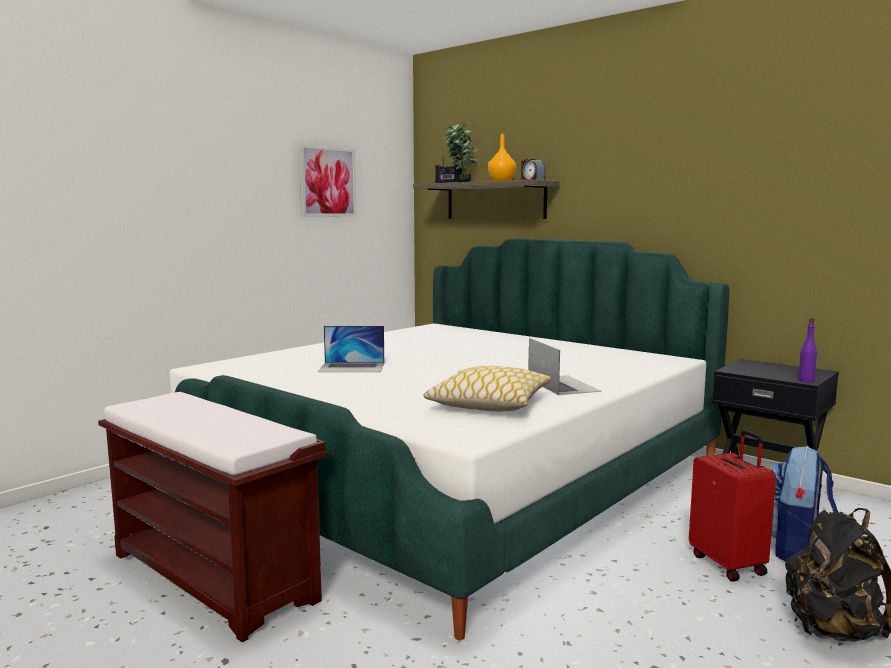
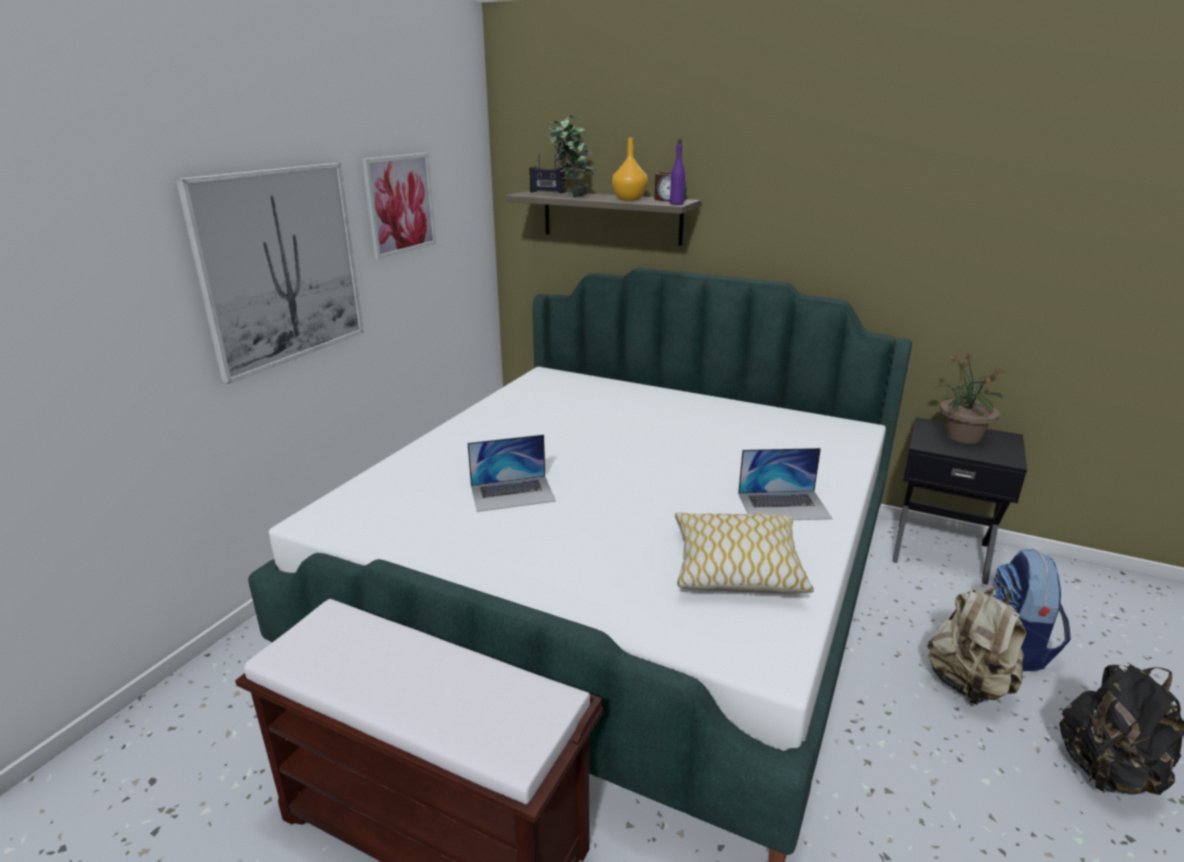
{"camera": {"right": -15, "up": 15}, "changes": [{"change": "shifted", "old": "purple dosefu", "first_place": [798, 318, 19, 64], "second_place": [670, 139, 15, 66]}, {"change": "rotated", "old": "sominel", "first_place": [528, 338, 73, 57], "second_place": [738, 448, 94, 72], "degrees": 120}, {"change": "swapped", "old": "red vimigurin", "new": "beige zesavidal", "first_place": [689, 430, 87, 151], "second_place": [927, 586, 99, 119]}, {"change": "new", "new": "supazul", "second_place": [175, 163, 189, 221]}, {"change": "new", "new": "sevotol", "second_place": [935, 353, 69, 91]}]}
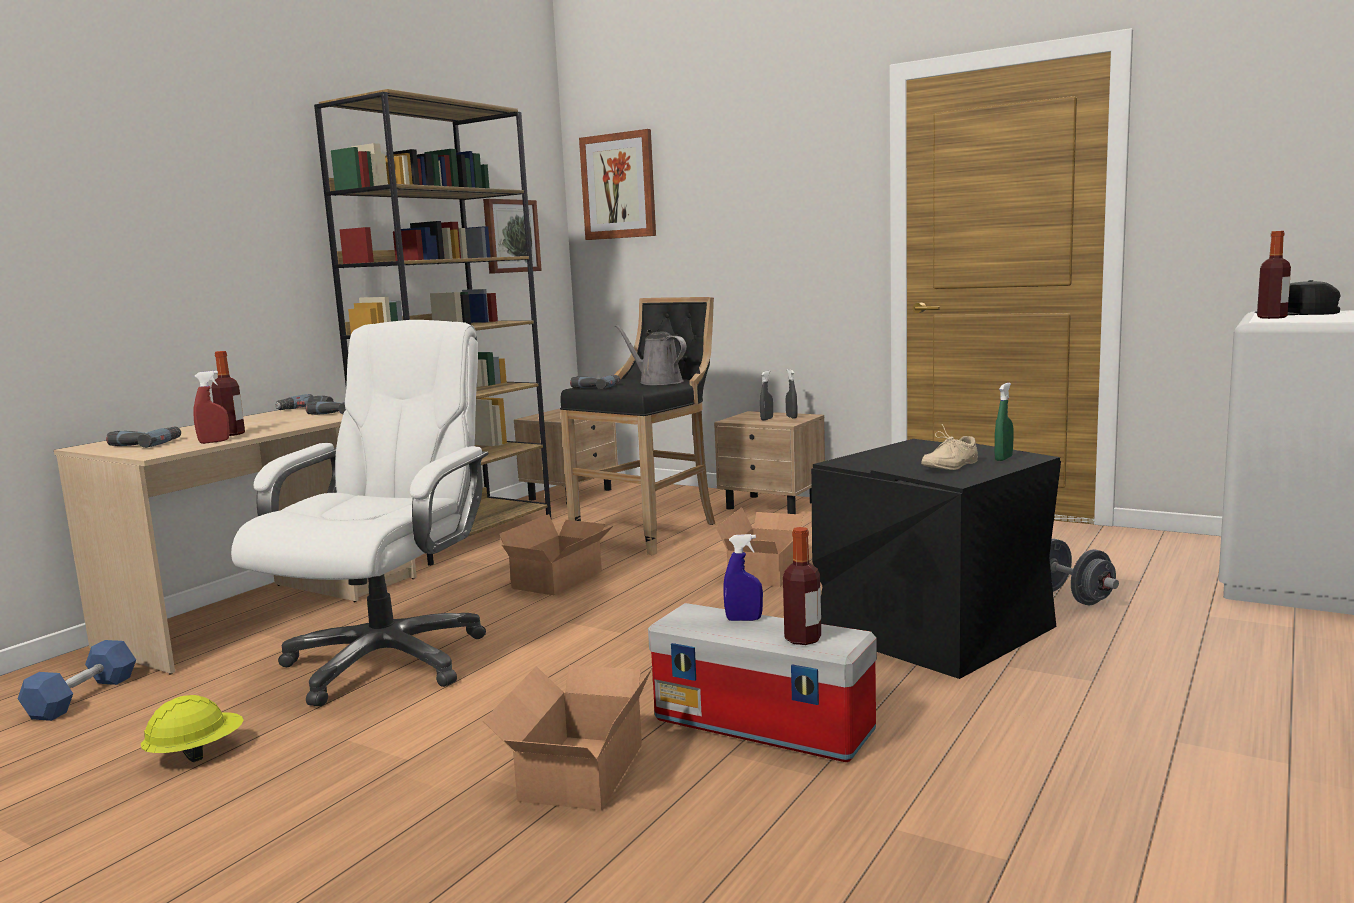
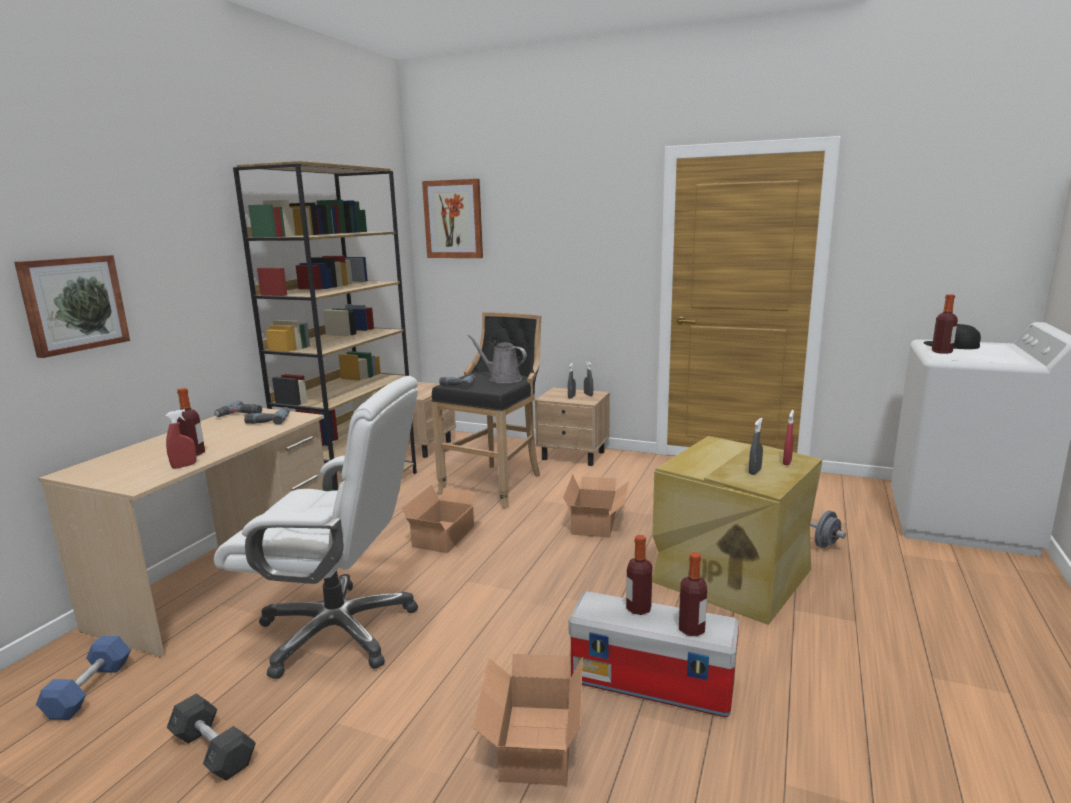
{"camera": {"right": -10, "up": 5}, "changes": [{"change": "shifted", "old": "supazul", "first_place": [483, 199, 59, 75], "second_place": [14, 255, 116, 103]}, {"change": "rotated", "old": "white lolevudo", "first_place": [231, 320, 257, 386], "second_place": [214, 376, 204, 303], "degrees": 90}, {"change": "repainted", "old": "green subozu", "new": "red subozu", "first_place": [995, 383, 19, 78], "second_place": [783, 410, 11, 55]}, {"change": "swapped", "old": "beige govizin", "new": "grey subozu", "first_place": [921, 424, 57, 46], "second_place": [749, 418, 14, 57]}, {"change": "gone", "old": "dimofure", "first_place": [106, 426, 75, 22]}, {"change": "repainted", "old": "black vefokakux", "new": "beige vefokakux", "first_place": [811, 439, 250, 240], "second_place": [652, 436, 170, 189]}, {"change": "swapped", "old": "blue subozu", "new": "dosefu", "first_place": [723, 534, 40, 87], "second_place": [626, 535, 26, 80]}, {"change": "swapped", "old": "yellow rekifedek", "new": "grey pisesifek", "first_place": [141, 695, 103, 67], "second_place": [167, 693, 89, 88]}]}
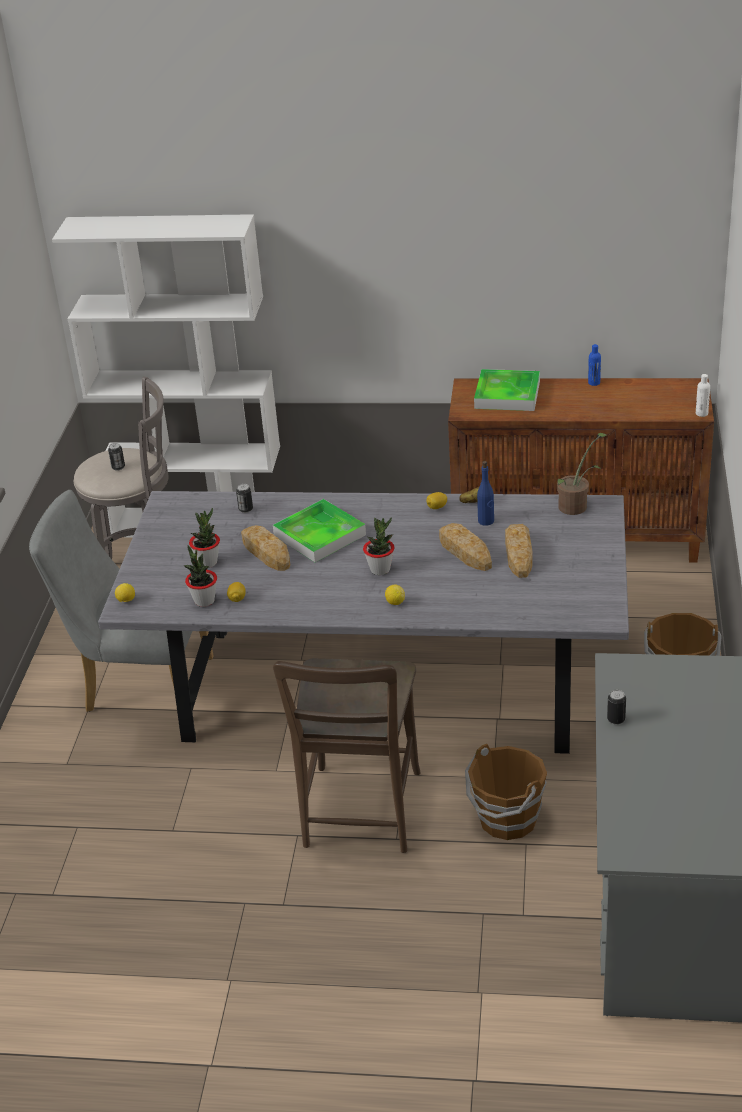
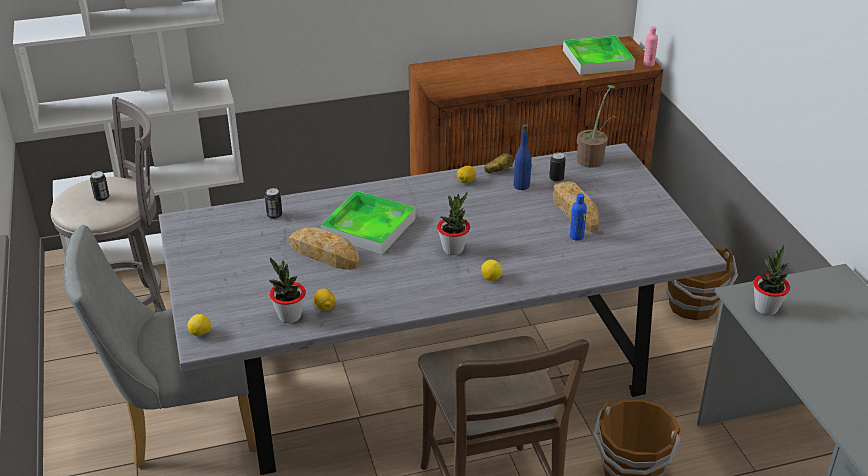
{"camera": {"right": -25, "up": 0}, "changes": [{"change": "shifted", "old": "blue dosefu", "first_place": [588, 344, 13, 42], "second_place": [570, 193, 17, 48]}, {"change": "shifted", "old": "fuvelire", "first_place": [474, 369, 66, 42], "second_place": [563, 36, 72, 39]}, {"change": "repainted", "old": "white dosefu", "new": "pink dosefu", "first_place": [696, 374, 14, 43], "second_place": [643, 26, 15, 41]}, {"change": "shifted", "old": "sevotol", "first_place": [189, 508, 31, 60], "second_place": [753, 245, 37, 70]}, {"change": "gone", "old": "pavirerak", "first_place": [439, 523, 53, 48]}, {"change": "shifted", "old": "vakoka", "first_place": [607, 690, 19, 34], "second_place": [549, 152, 17, 30]}]}
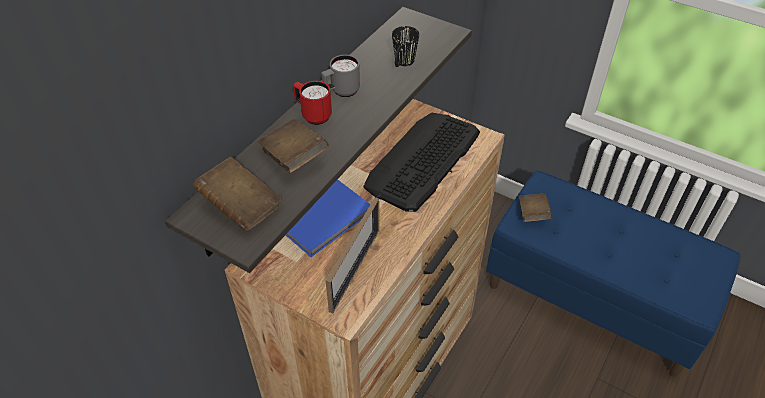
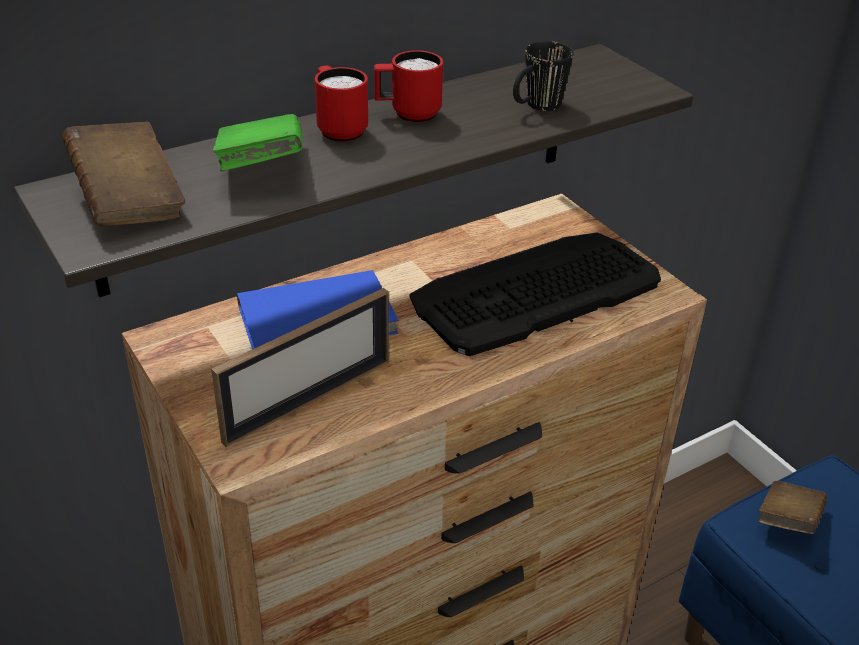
{"camera": {"right": 25, "up": -10}, "changes": [{"change": "repainted", "old": "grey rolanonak", "new": "red rolanonak", "first_place": [321, 55, 39, 42], "second_place": [374, 50, 69, 73]}, {"change": "repainted", "old": "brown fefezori", "new": "green fefezori", "first_place": [258, 119, 71, 54], "second_place": [213, 114, 90, 58]}]}
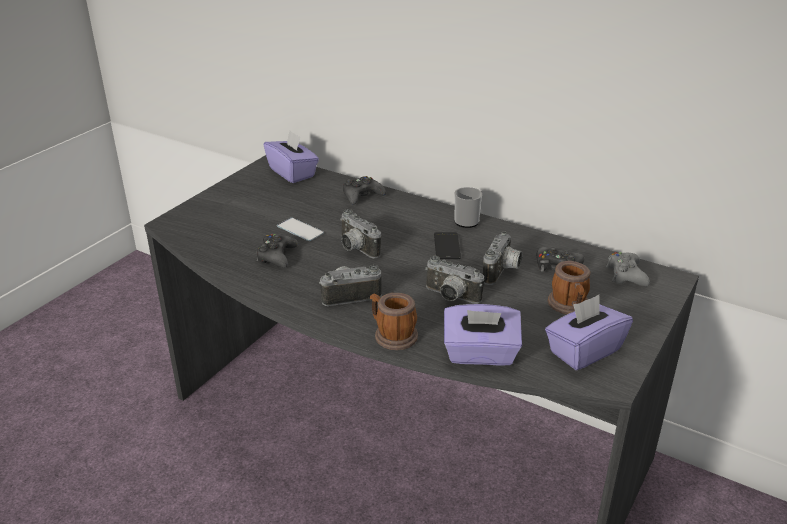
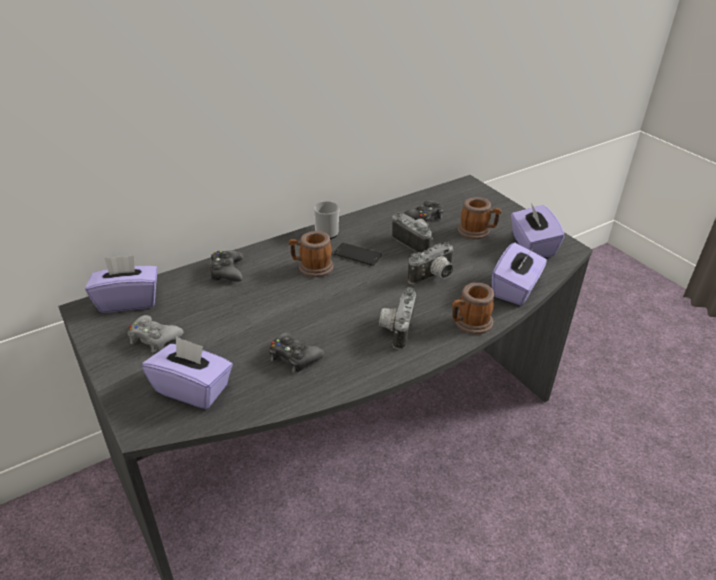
{"camera": {"right": -65, "up": 5}, "changes": [{"change": "gone", "old": "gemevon", "first_place": [340, 209, 41, 50]}, {"change": "gone", "old": "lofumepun", "first_place": [277, 218, 47, 23]}, {"change": "shifted", "old": "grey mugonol", "first_place": [606, 252, 44, 34], "second_place": [128, 315, 56, 38]}, {"change": "new", "new": "rolanonak", "second_place": [289, 231, 45, 46]}, {"change": "new", "new": "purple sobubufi", "second_place": [142, 336, 91, 73]}]}
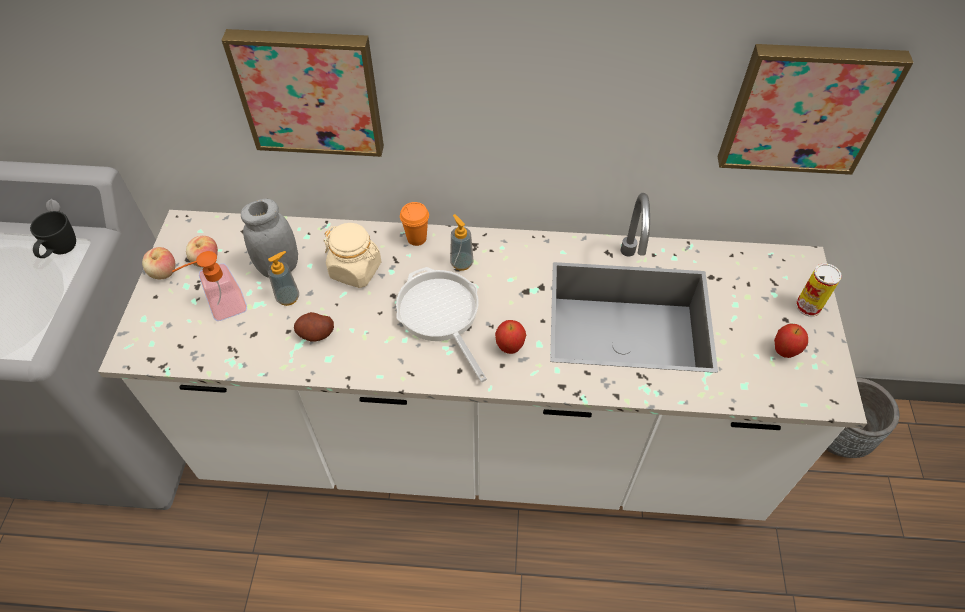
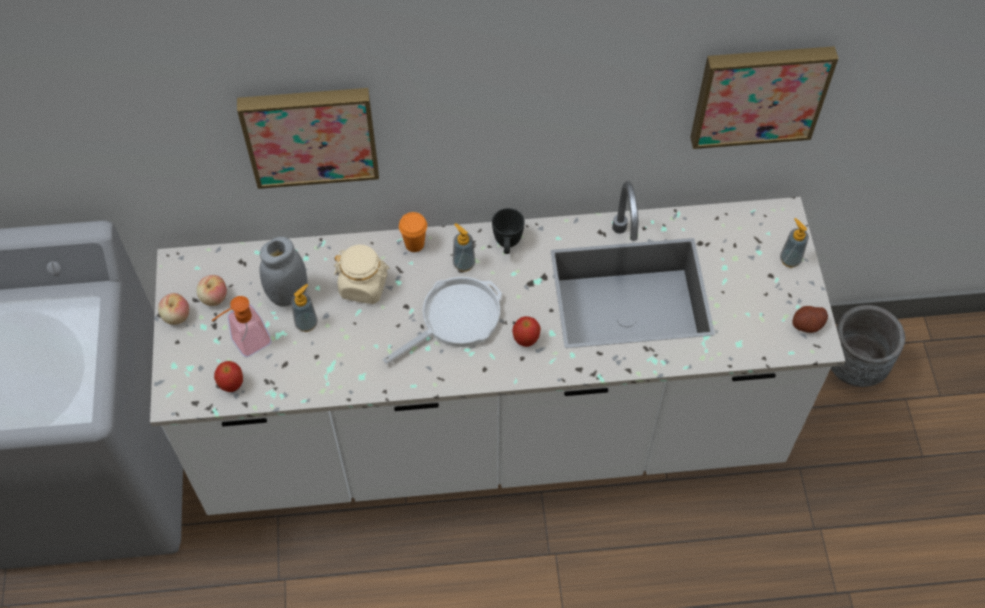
{"camera": {"right": -10, "up": 5}, "changes": [{"change": "shifted", "old": "black rolanonak", "first_place": [30, 211, 46, 47], "second_place": [492, 208, 33, 46]}, {"change": "swapped", "old": "vakoka", "new": "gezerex", "first_place": [796, 264, 46, 53], "second_place": [780, 218, 29, 49]}, {"change": "rotated", "old": "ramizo", "first_place": [396, 267, 91, 115], "second_place": [383, 277, 119, 87], "degrees": 90}, {"change": "shifted", "old": "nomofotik", "first_place": [294, 312, 40, 30], "second_place": [792, 306, 36, 27]}, {"change": "shifted", "old": "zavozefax", "first_place": [774, 323, 34, 35], "second_place": [214, 361, 29, 31]}]}
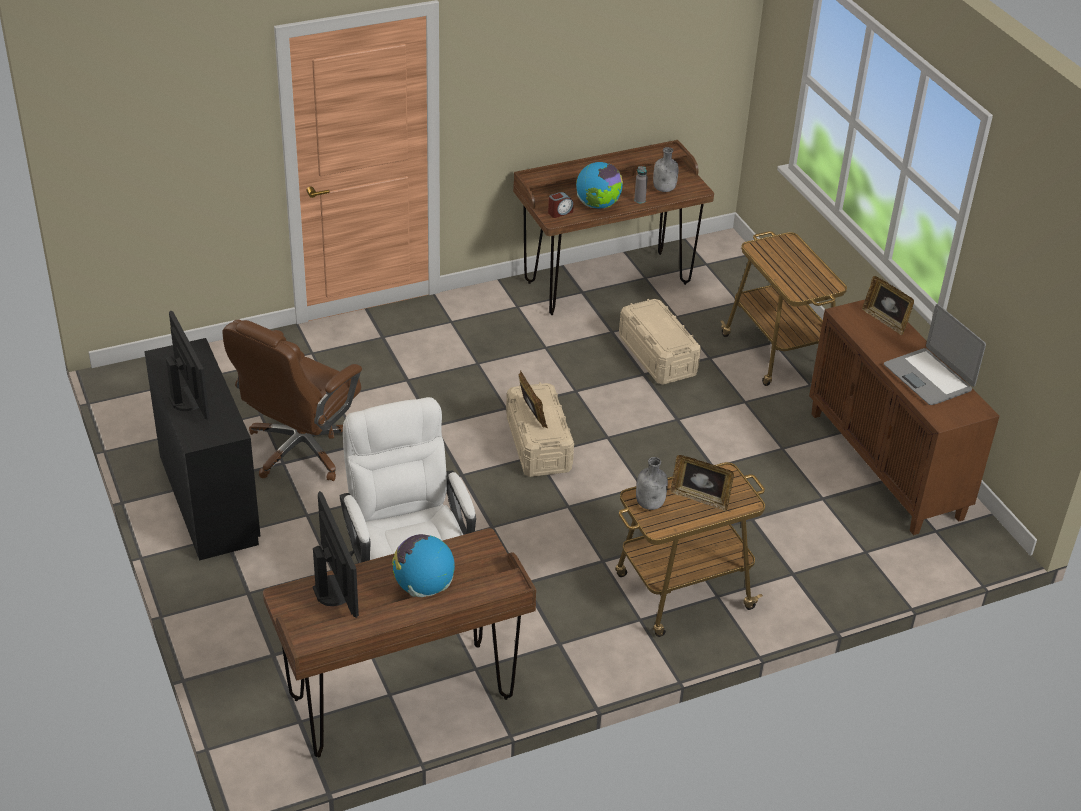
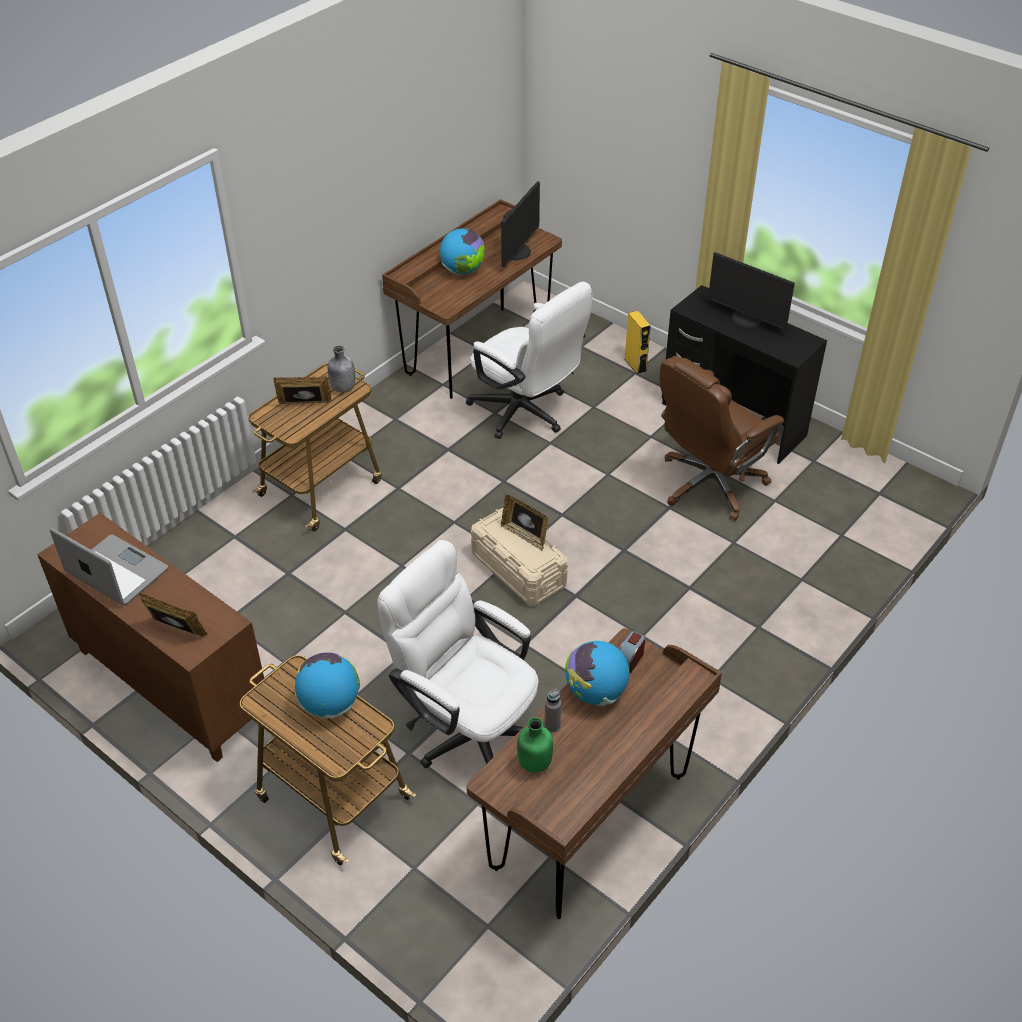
{"camera": {"right": 155, "up": 5}, "changes": [{"change": "repainted", "old": "grey dosefu", "new": "green dosefu", "first_place": [653, 147, 26, 45], "second_place": [517, 717, 36, 56]}, {"change": "swapped", "old": "beige vefokakux", "new": "white lolevudo", "first_place": [619, 299, 82, 86], "second_place": [377, 540, 162, 228]}, {"change": "rotated", "old": "brown lolevudo", "first_place": [223, 319, 139, 162], "second_place": [660, 356, 124, 165], "degrees": -135}, {"change": "rotated", "old": "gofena", "first_place": [313, 491, 46, 127], "second_place": [501, 181, 39, 86], "degrees": -105}, {"change": "new", "new": "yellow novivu", "second_place": [625, 310, 26, 65]}, {"change": "new", "new": "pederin", "second_place": [295, 652, 65, 66]}]}
